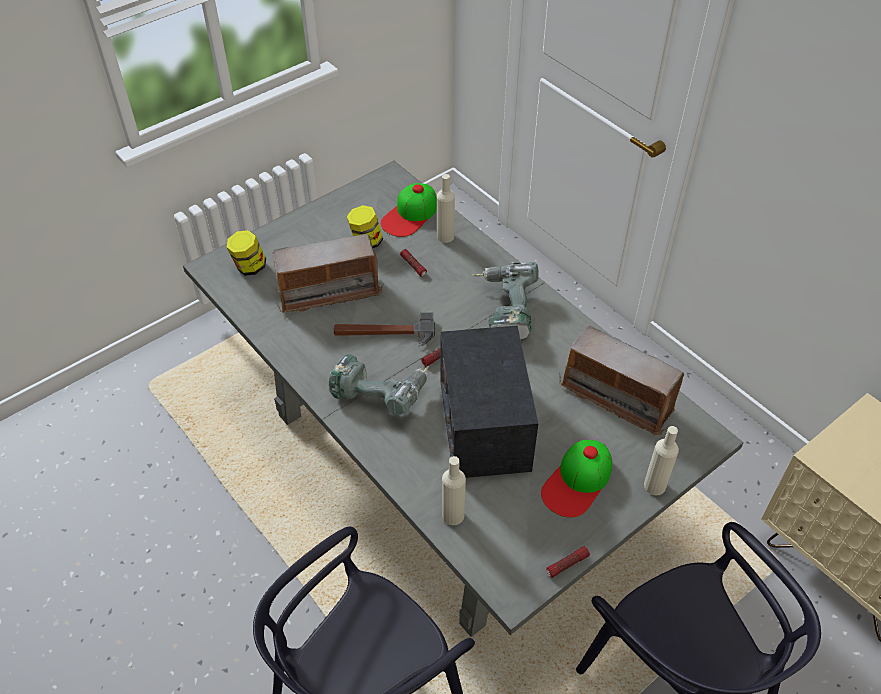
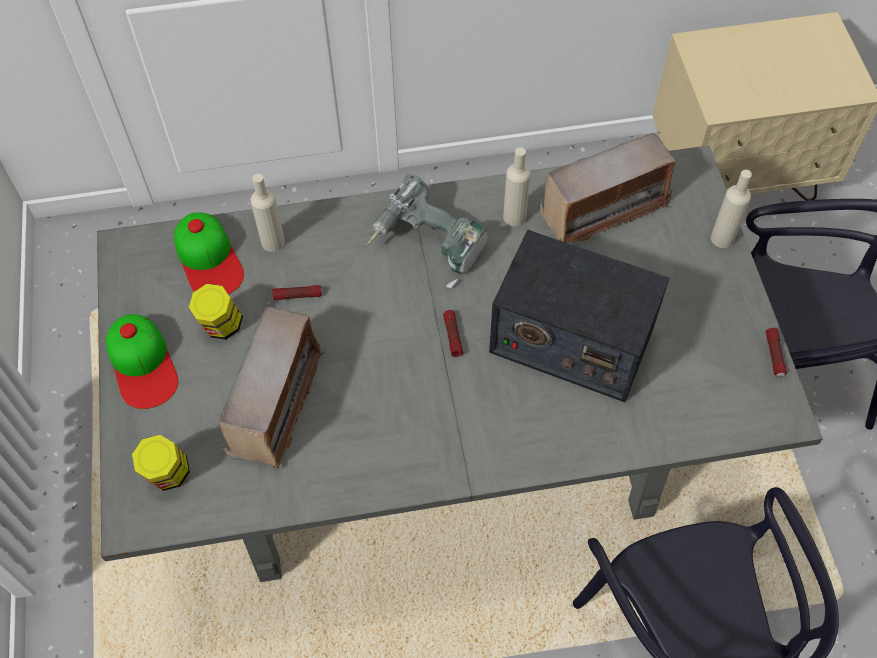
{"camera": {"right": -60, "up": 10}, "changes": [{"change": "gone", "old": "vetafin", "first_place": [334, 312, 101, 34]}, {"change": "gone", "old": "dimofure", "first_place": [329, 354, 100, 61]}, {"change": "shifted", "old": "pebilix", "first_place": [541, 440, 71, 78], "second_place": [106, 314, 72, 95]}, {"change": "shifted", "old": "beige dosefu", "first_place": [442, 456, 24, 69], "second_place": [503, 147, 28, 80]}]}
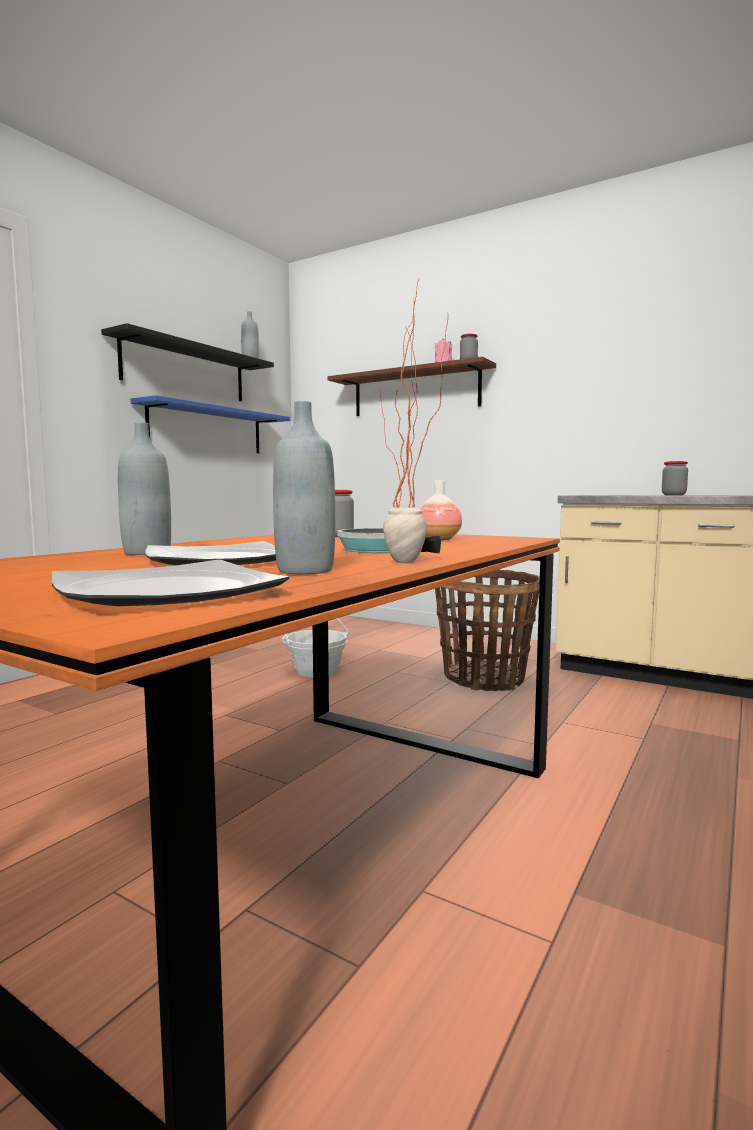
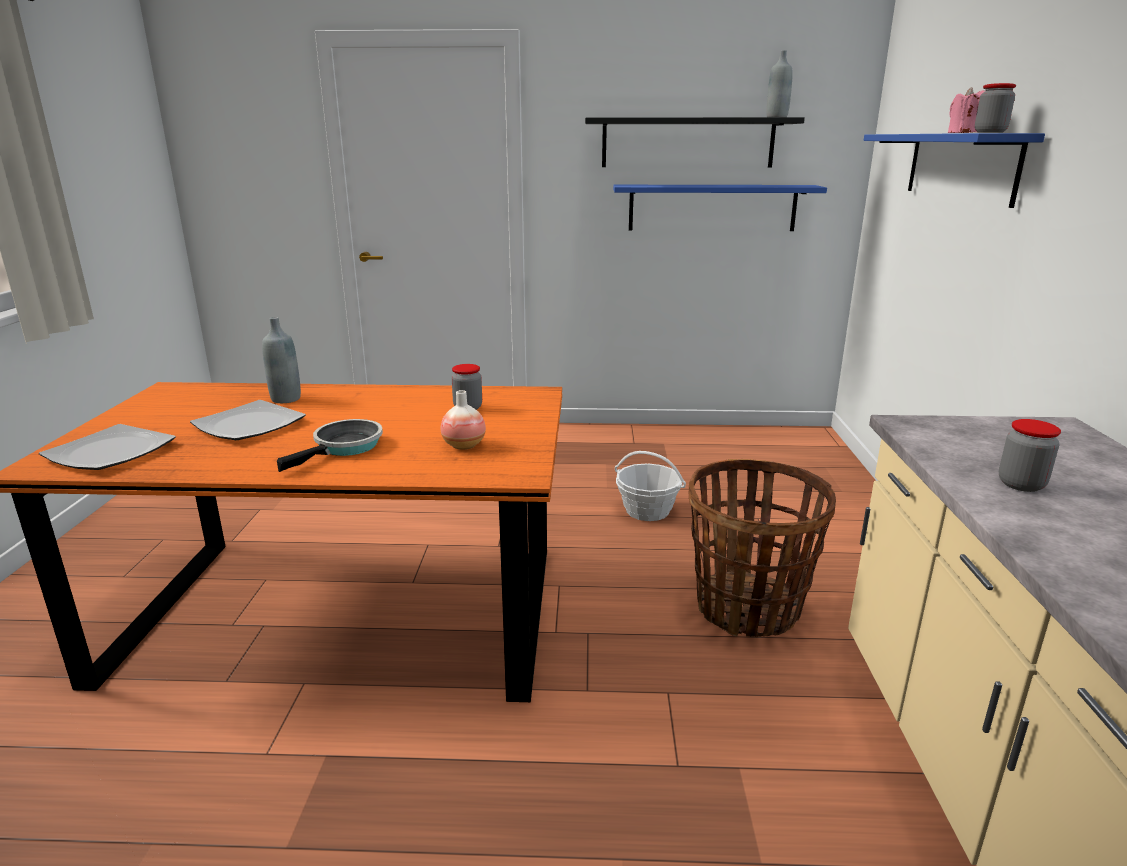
{"camera": {"right": 60, "up": 15}, "changes": [{"change": "gone", "old": "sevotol", "first_place": [380, 278, 68, 285]}, {"change": "repainted", "old": "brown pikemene", "new": "blue pikemene", "first_place": [328, 357, 168, 59], "second_place": [864, 133, 181, 75]}, {"change": "gone", "old": "grey dosefu", "first_place": [273, 401, 62, 173]}]}
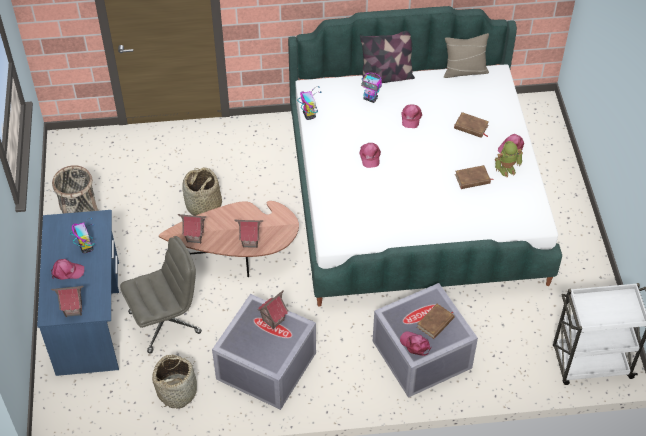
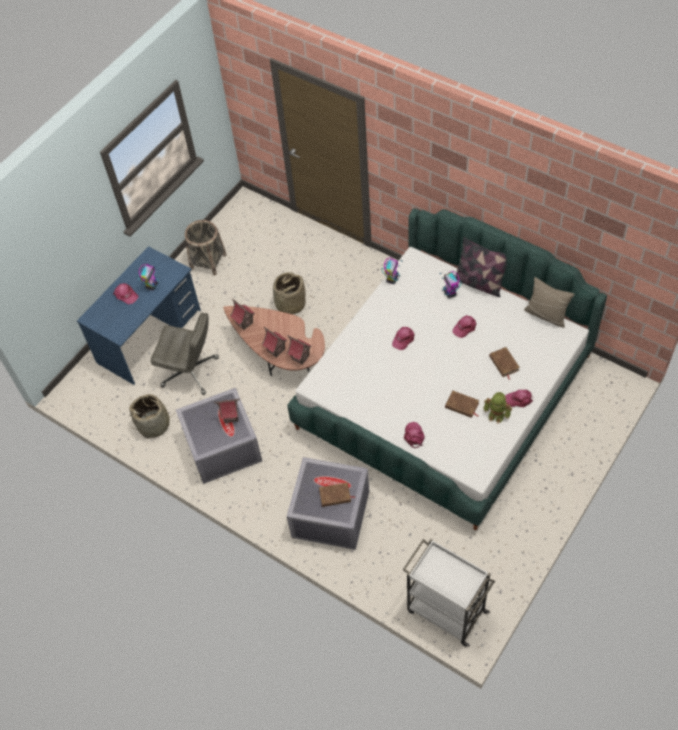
{"camera": {"right": 45, "up": 5}, "changes": [{"change": "shifted", "old": "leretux", "first_place": [51, 286, 32, 31], "second_place": [287, 335, 24, 30]}, {"change": "shifted", "old": "pink pebilix", "first_place": [400, 331, 32, 25], "second_place": [404, 422, 21, 26]}]}
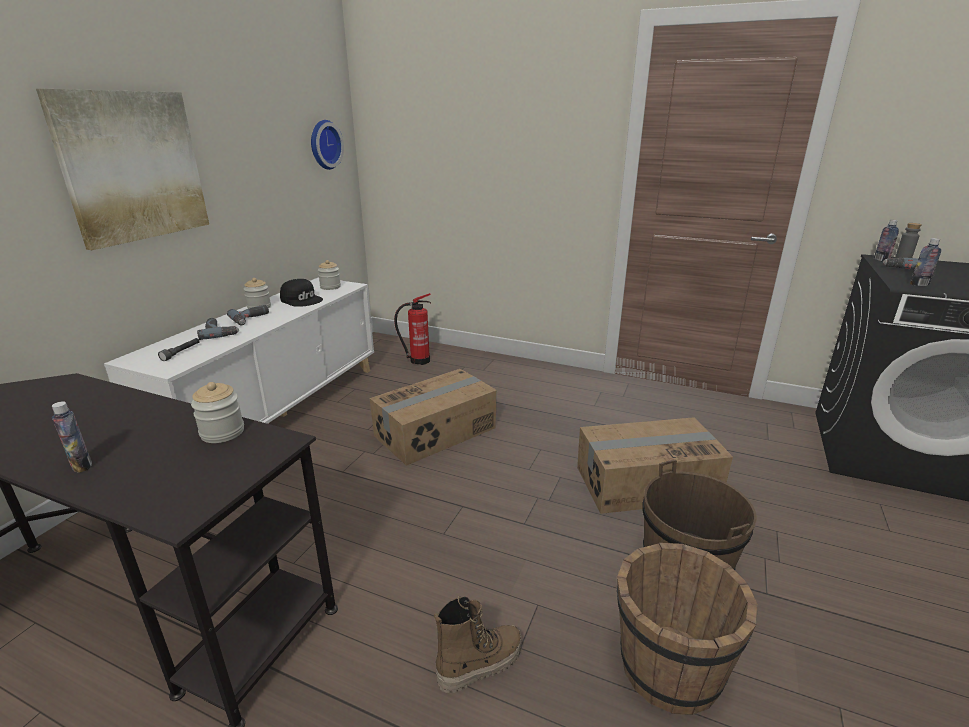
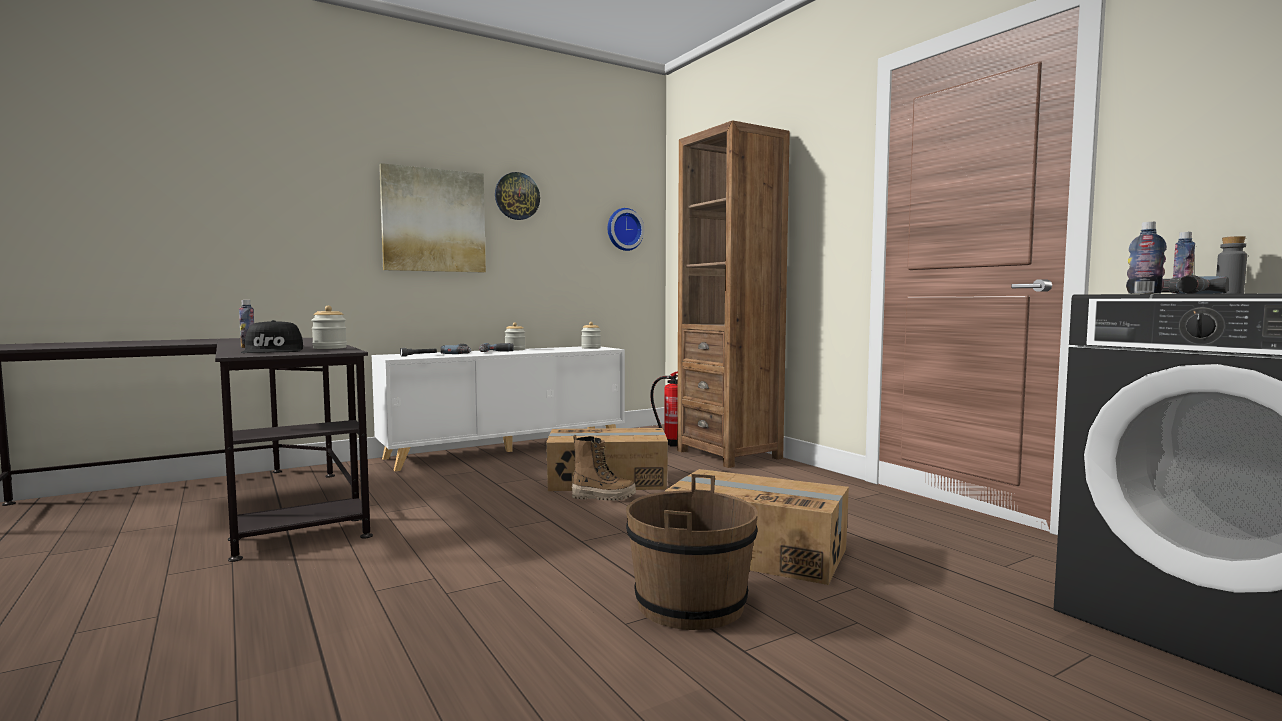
{"camera": {"right": 35, "up": -20}, "changes": [{"change": "shifted", "old": "black pebilix", "first_place": [280, 279, 43, 28], "second_place": [241, 320, 62, 33]}, {"change": "gone", "old": "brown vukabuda", "first_place": [617, 543, 141, 172]}, {"change": "shifted", "old": "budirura", "first_place": [434, 596, 88, 97], "second_place": [572, 434, 64, 67]}, {"change": "new", "new": "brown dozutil", "second_place": [677, 121, 113, 347]}, {"change": "new", "new": "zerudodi", "second_place": [495, 172, 45, 48]}]}
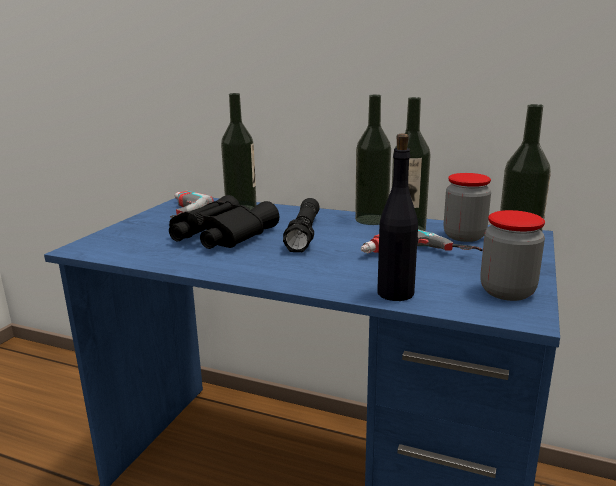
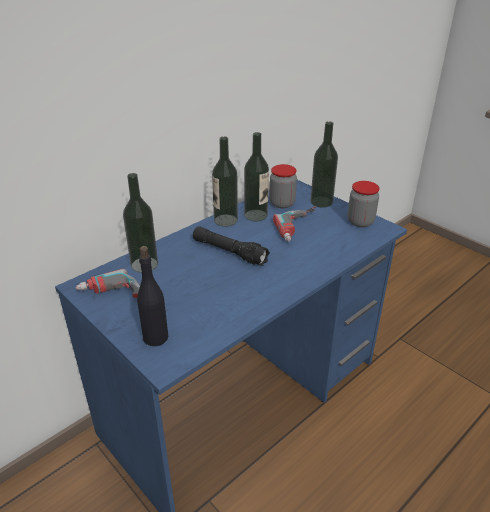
{"camera": {"right": -65, "up": 15}, "changes": [{"change": "shifted", "old": "black dosefu", "first_place": [377, 134, 41, 167], "second_place": [137, 246, 31, 100]}, {"change": "gone", "old": "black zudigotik", "first_place": [169, 195, 110, 54]}]}
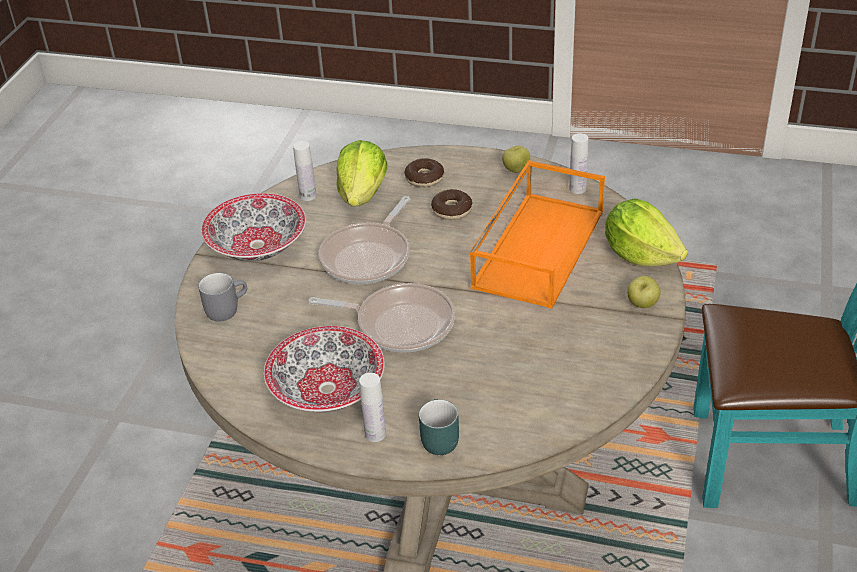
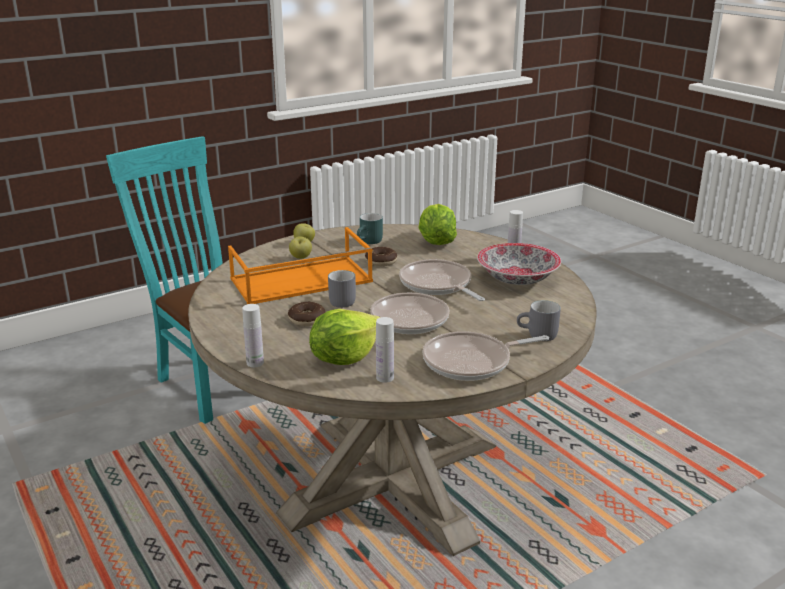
{"camera": {"right": -140, "up": -15}, "changes": [{"change": "shifted", "old": "white dosefu", "first_place": [569, 133, 19, 61], "second_place": [242, 304, 22, 63]}, {"change": "shifted", "old": "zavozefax", "first_place": [502, 146, 28, 27], "second_place": [289, 236, 23, 23]}, {"change": "shifted", "old": "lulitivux", "first_place": [405, 158, 39, 29], "second_place": [365, 247, 32, 19]}, {"change": "swapped", "old": "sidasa", "new": "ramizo", "first_place": [201, 193, 105, 68], "second_place": [423, 331, 126, 50]}, {"change": "shifted", "old": "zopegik", "first_place": [605, 198, 83, 68], "second_place": [418, 204, 39, 41]}, {"change": "shifted", "old": "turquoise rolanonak", "first_place": [419, 399, 40, 56], "second_place": [357, 213, 26, 31]}, {"change": "new", "new": "grey rolanonak", "second_place": [328, 270, 28, 38]}]}
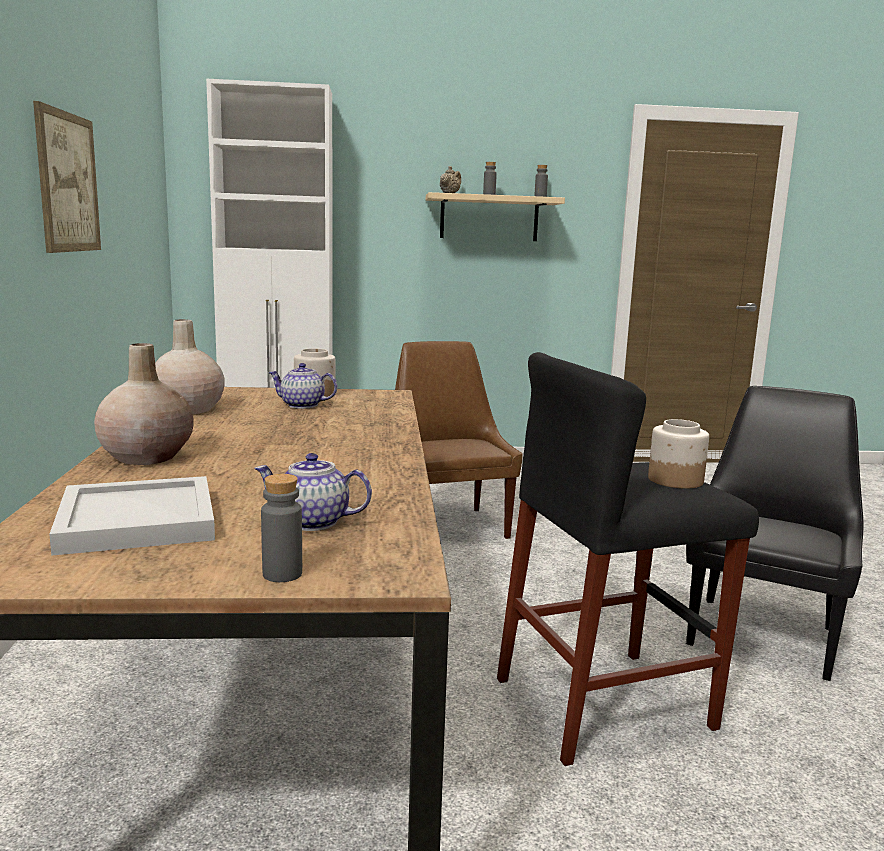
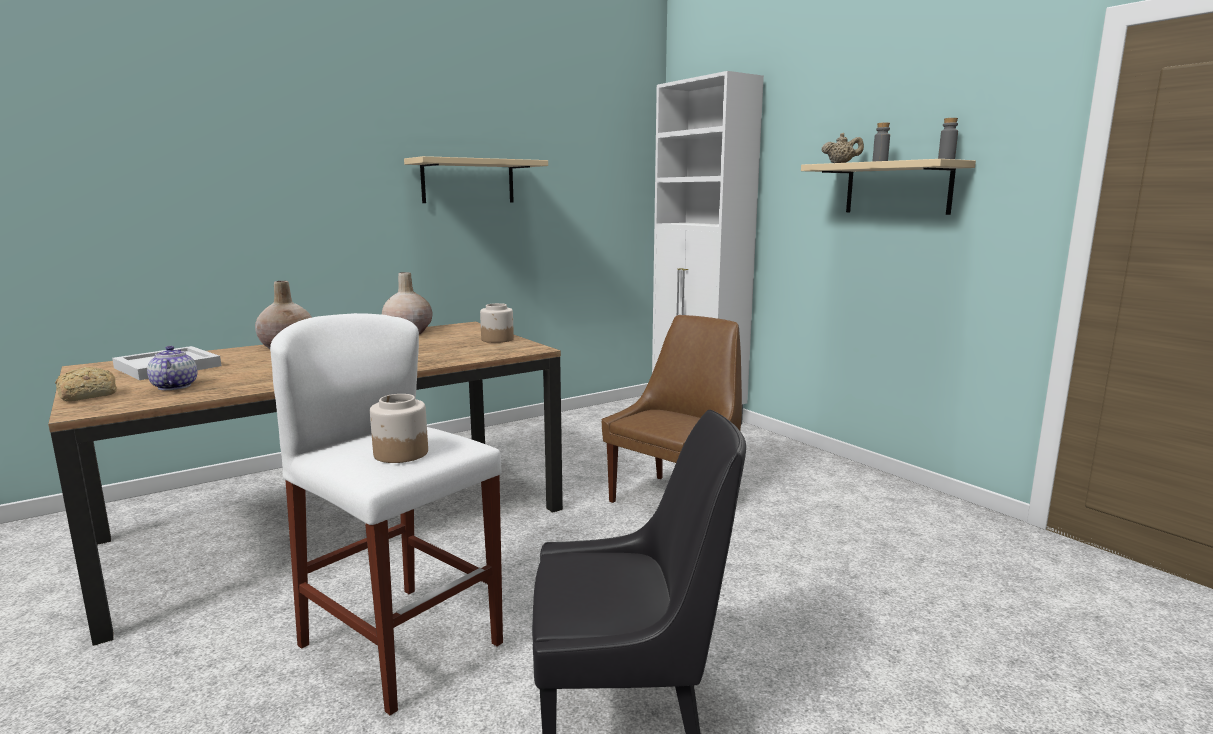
{"camera": {"right": 60, "up": 0}, "changes": [{"change": "swapped", "old": "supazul", "new": "beige pikemene", "first_place": [33, 101, 68, 152], "second_place": [404, 156, 144, 47]}, {"change": "repainted", "old": "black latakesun", "new": "white latakesun", "first_place": [497, 352, 262, 414], "second_place": [270, 313, 233, 403]}, {"change": "gone", "old": "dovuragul", "first_place": [268, 363, 69, 46]}, {"change": "swapped", "old": "grey dosefu", "new": "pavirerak", "first_place": [261, 474, 41, 108], "second_place": [55, 367, 62, 35]}]}
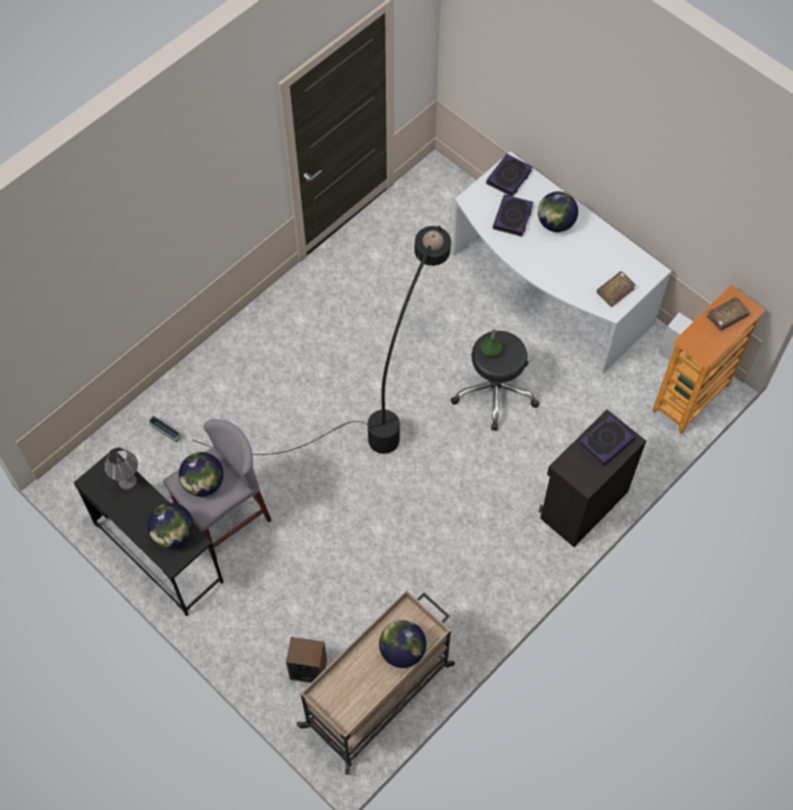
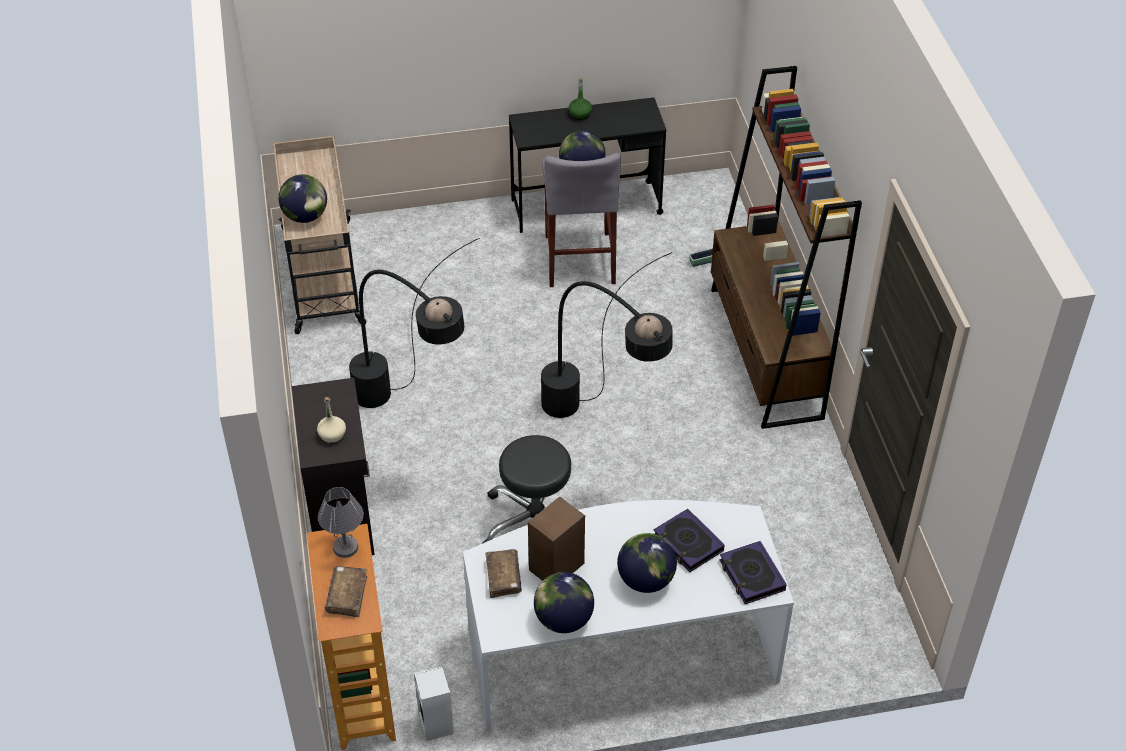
{"camera": {"right": 125, "up": -15}, "changes": [{"change": "shifted", "old": "green dosefu", "first_place": [481, 329, 22, 29], "second_place": [569, 77, 23, 43]}, {"change": "swapped", "old": "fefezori", "new": "beige dosefu", "first_place": [579, 414, 56, 52], "second_place": [317, 397, 29, 46]}, {"change": "shifted", "old": "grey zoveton", "first_place": [104, 447, 34, 43], "second_place": [318, 487, 46, 71]}, {"change": "shifted", "old": "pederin", "first_place": [147, 503, 47, 46], "second_place": [534, 572, 60, 61]}, {"change": "shifted", "old": "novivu", "first_place": [286, 637, 41, 46], "second_place": [528, 496, 57, 85]}, {"change": "new", "new": "brown dozutil", "second_place": [711, 66, 151, 363]}, {"change": "new", "new": "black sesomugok", "second_place": [349, 238, 131, 170]}]}
